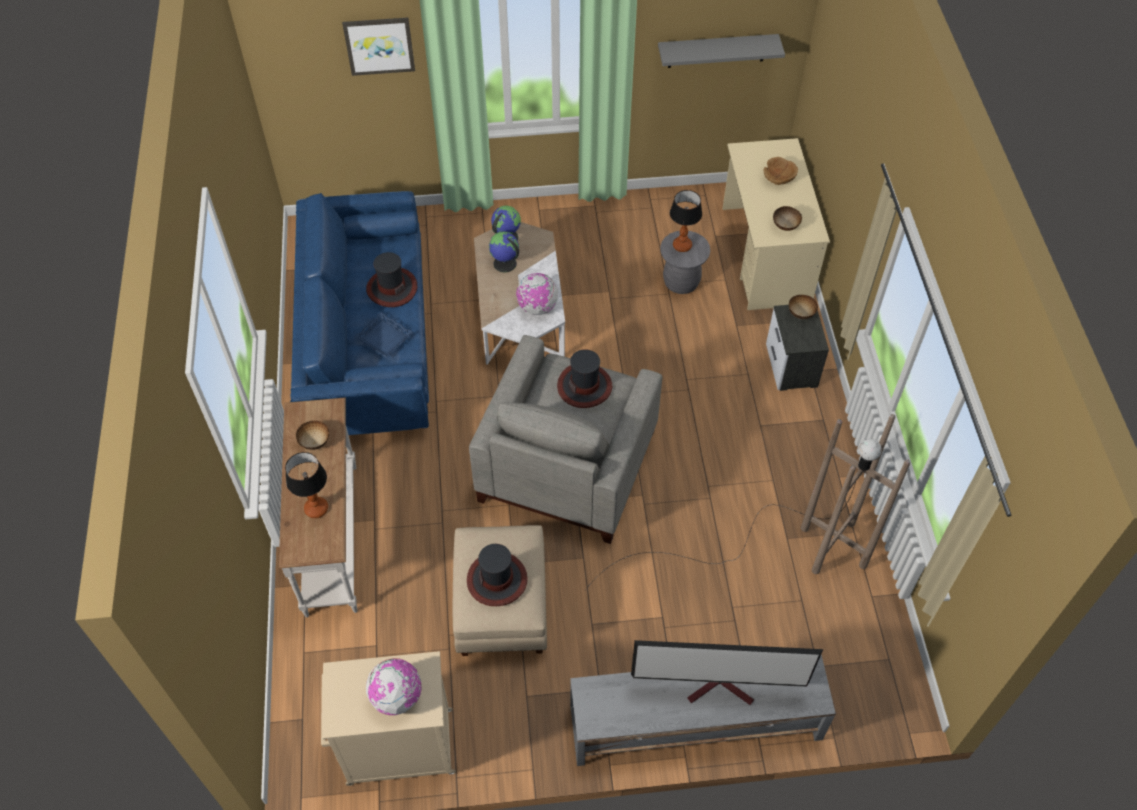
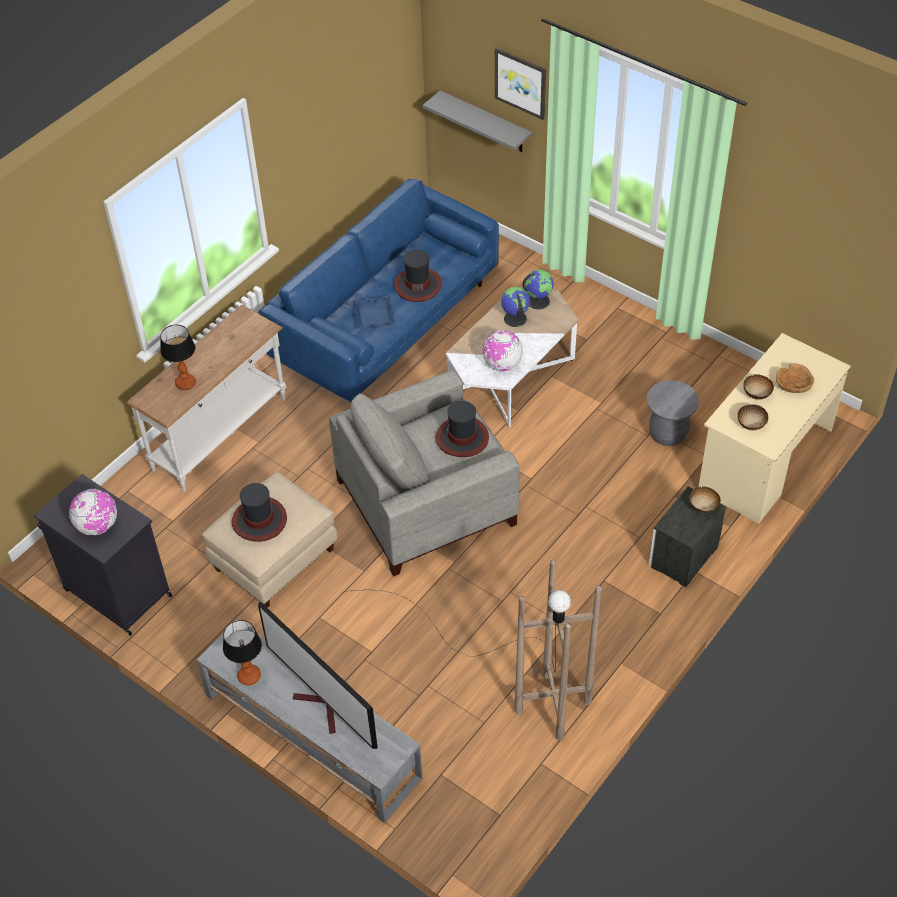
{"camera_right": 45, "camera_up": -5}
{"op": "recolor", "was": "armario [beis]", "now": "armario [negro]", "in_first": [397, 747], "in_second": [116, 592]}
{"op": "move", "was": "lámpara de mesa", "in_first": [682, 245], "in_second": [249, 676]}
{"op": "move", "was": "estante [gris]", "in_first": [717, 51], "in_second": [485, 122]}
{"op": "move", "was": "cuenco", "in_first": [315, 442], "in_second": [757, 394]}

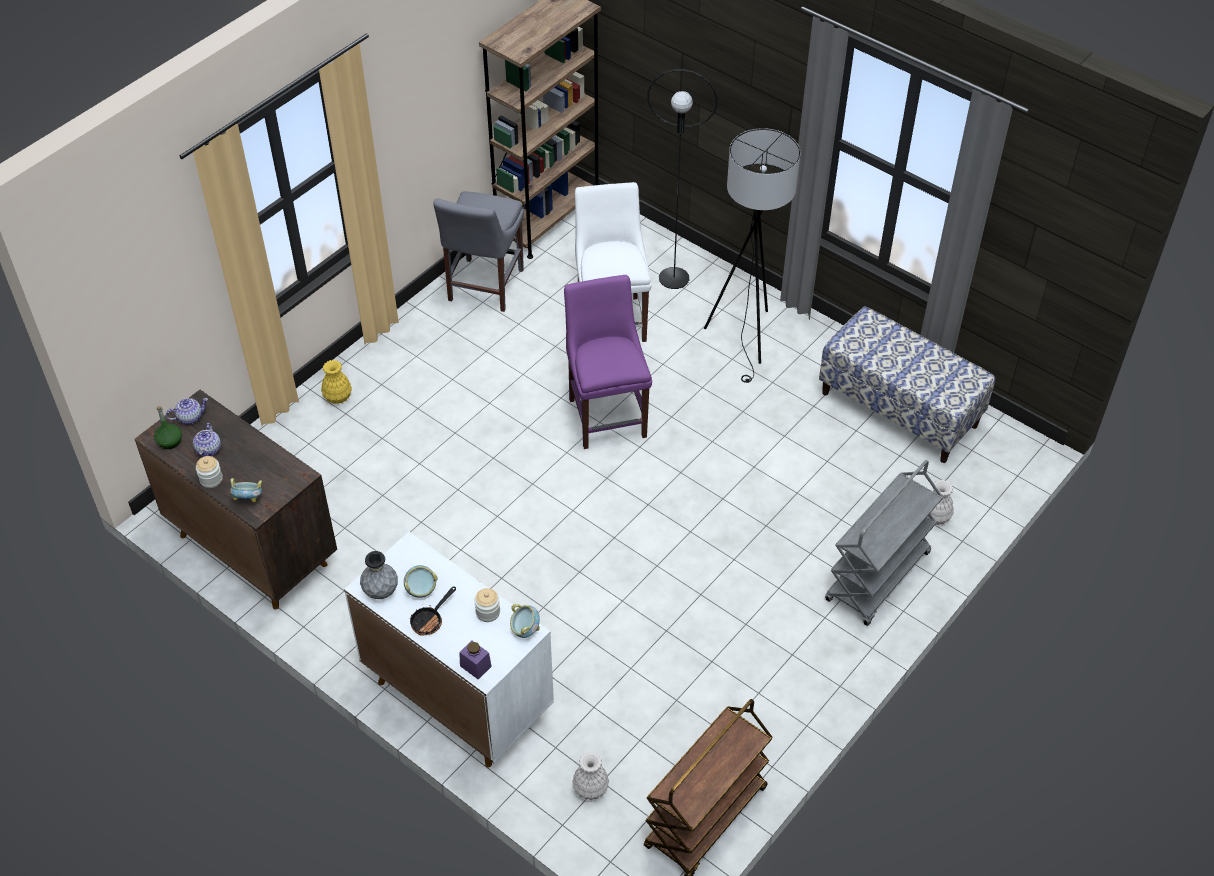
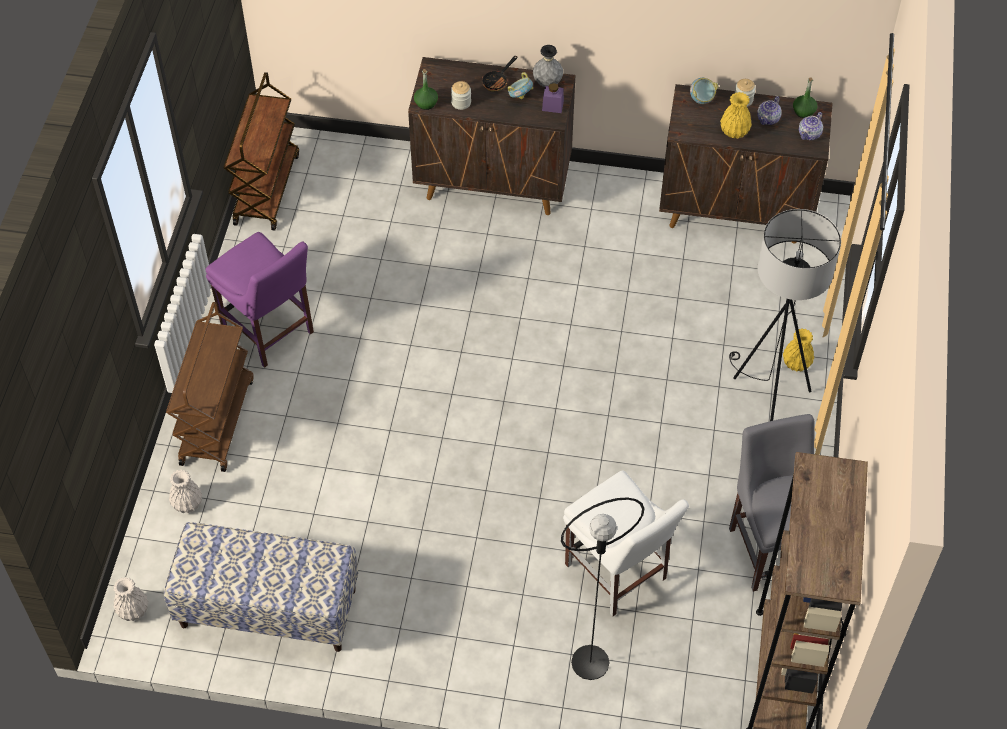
{"camera_right": 150, "camera_up": 5}
{"op": "move", "was": "florero [blanco]", "in_first": [591, 788], "in_second": [132, 610]}
{"op": "recolor", "was": "carrito [gris]", "now": "carrito [marrón]", "in_first": [878, 578], "in_second": [216, 420]}
{"op": "move", "was": "silla [morado]", "in_first": [607, 414], "in_second": [270, 333]}
{"op": "recolor", "was": "armario [blanco]", "now": "armario [marrón]", "in_first": [457, 698], "in_second": [494, 184]}
{"op": "replace", "was": "cuenco", "now": "botella [verde]", "in_first": [525, 630], "in_second": [426, 103]}
{"op": "rotate", "was": "sartén", "in_first": [430, 620], "in_second": [497, 81], "clockwise": -150}
{"op": "move", "was": "tarro [morado]", "in_first": [475, 666], "in_second": [552, 106]}
{"op": "insert", "now": "florero [amarillo]", "in_second": [734, 131]}
{"op": "move", "was": "lámpara de pie [negro]", "in_first": [746, 338], "in_second": [765, 399]}
{"op": "rotate", "was": "tetera", "in_first": [209, 449], "in_second": [768, 119], "clockwise": -120}

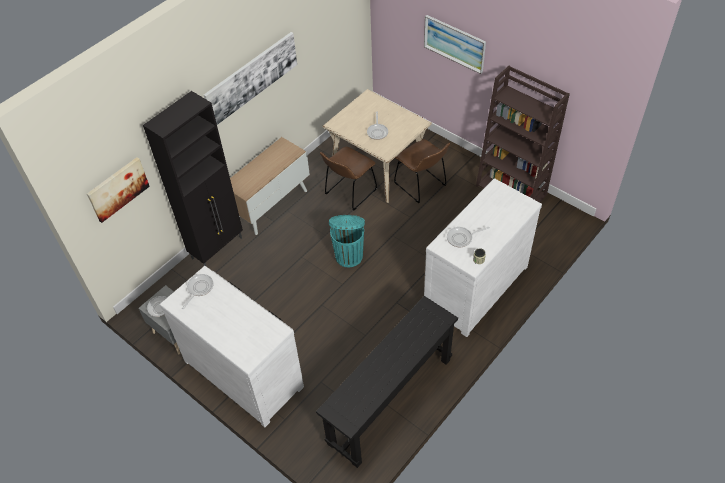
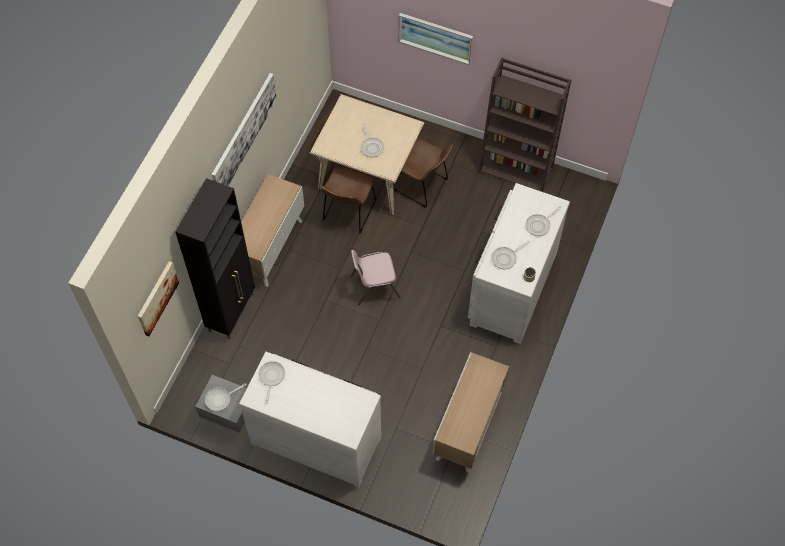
{"camera_right": -20, "camera_up": 10}
{"op": "replace", "was": "papelera [turquesa]", "now": "silla [rosa]", "in_first": [349, 255], "in_second": [374, 286]}
{"op": "replace", "was": "mesa consola [negro]", "now": "armario", "in_first": [390, 400], "in_second": [468, 428]}
{"op": "insert", "now": "sartén", "in_second": [539, 225]}

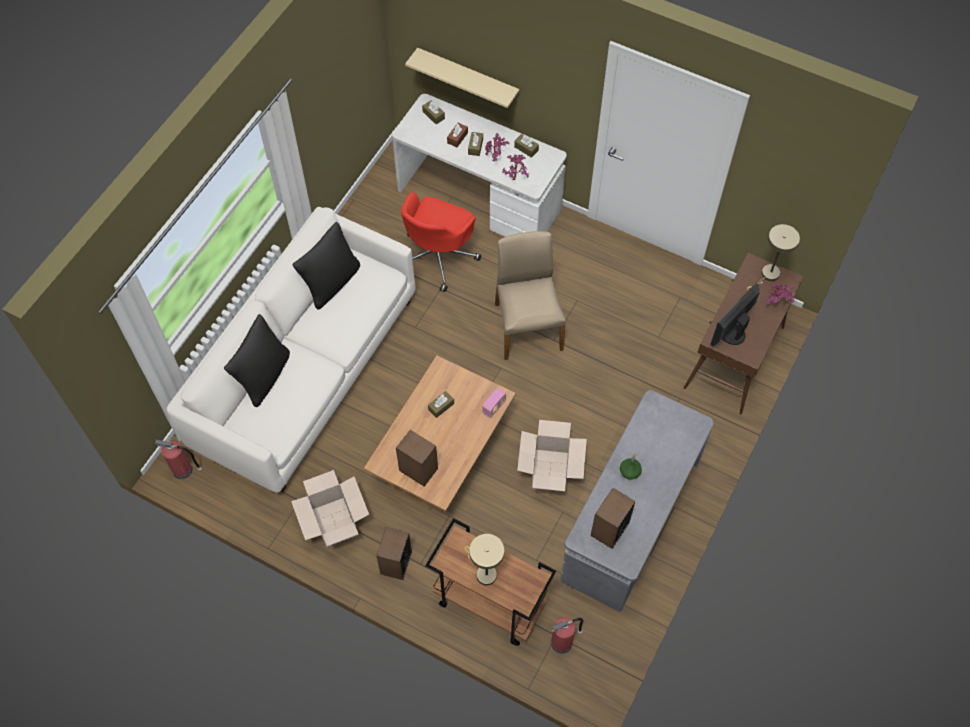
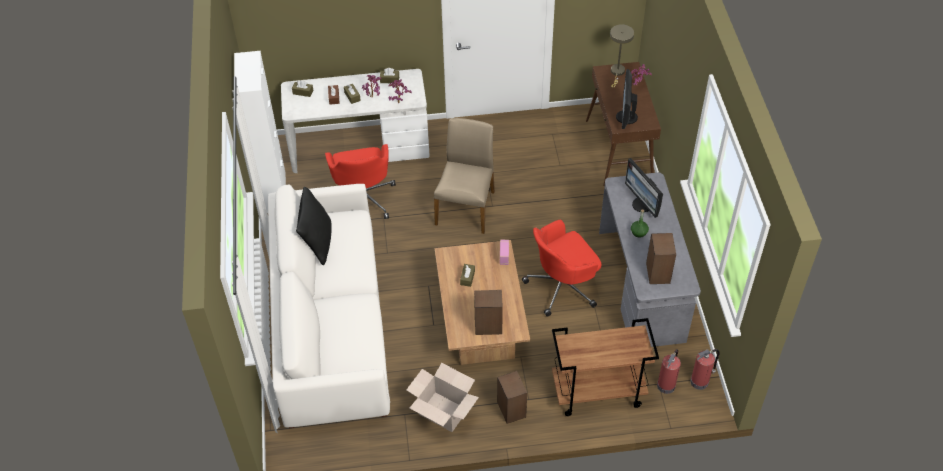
{"camera_right": -35, "camera_up": -10}
{"op": "insert", "now": "armario [blanco]", "in_second": [274, 192]}
{"op": "rotate", "was": "silla [beis]", "in_first": [527, 326], "in_second": [466, 207], "clockwise": 60}
{"op": "replace", "was": "caja de cartón", "now": "silla de oficina [rojo]", "in_first": [549, 470], "in_second": [562, 287]}
{"op": "insert", "now": "monitor", "in_second": [642, 204]}
{"op": "move", "was": "extintor", "in_first": [183, 470], "in_second": [700, 381]}
{"op": "delete", "was": "cojín [negro]", "in_first": [264, 376]}
{"op": "delete", "was": "estante [beis]", "in_first": [468, 78]}
{"op": "delete", "was": "lámpara de mesa [beis]", "in_first": [483, 572]}

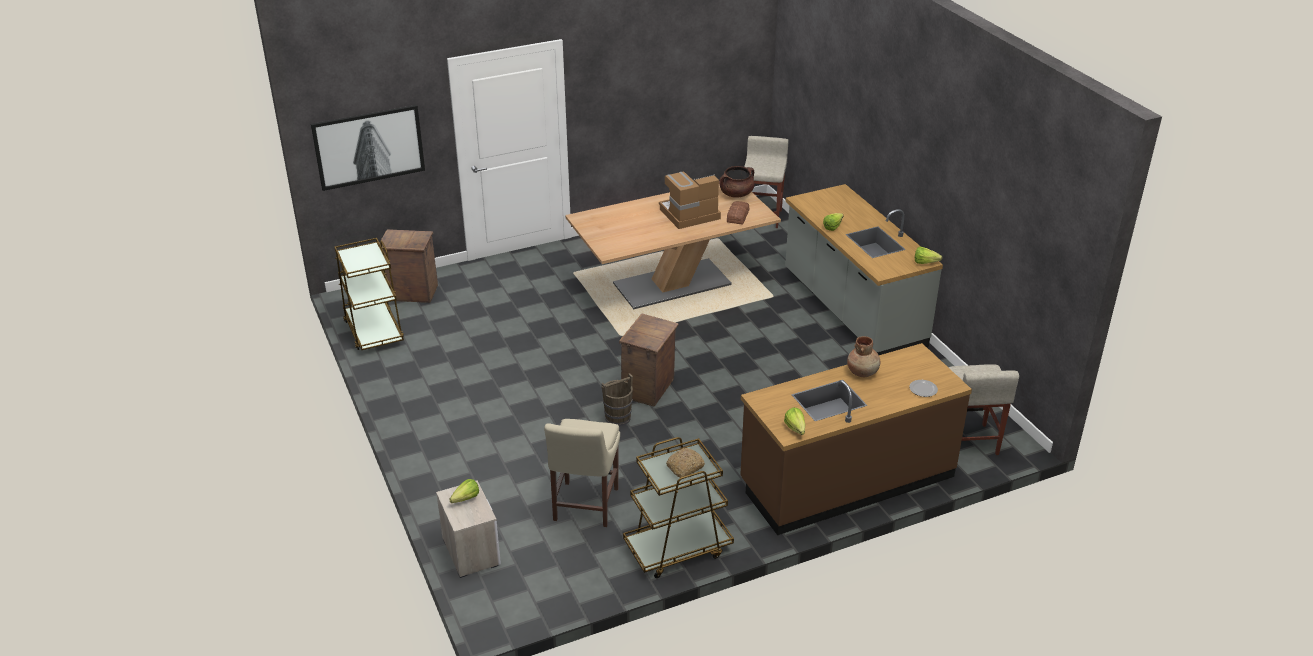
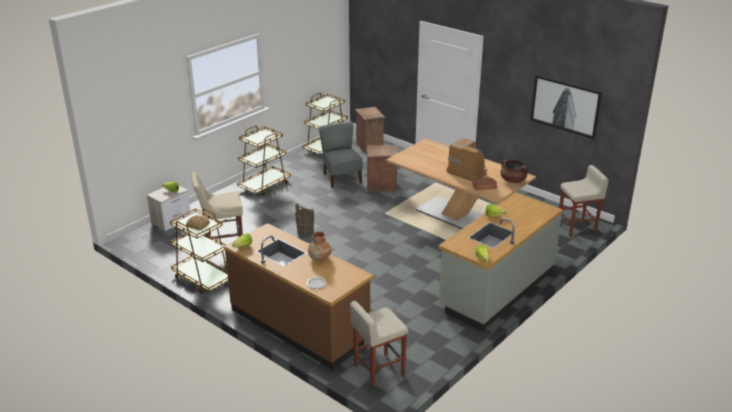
{"camera_right": 65, "camera_up": -5}
{"op": "insert", "now": "carrito [marrón]", "in_second": [264, 185]}
{"op": "insert", "now": "silla [gris]", "in_second": [341, 179]}
{"op": "move", "was": "caja de embalaje", "in_first": [648, 388], "in_second": [381, 187]}
{"op": "move", "was": "cuadro", "in_first": [369, 147], "in_second": [565, 106]}

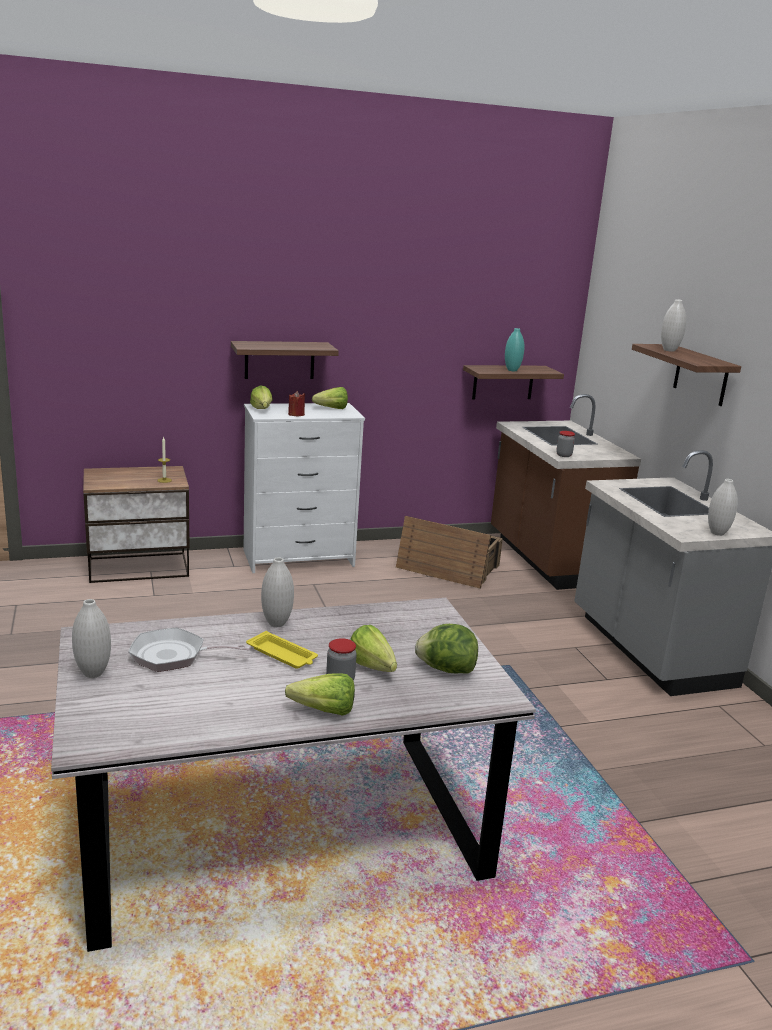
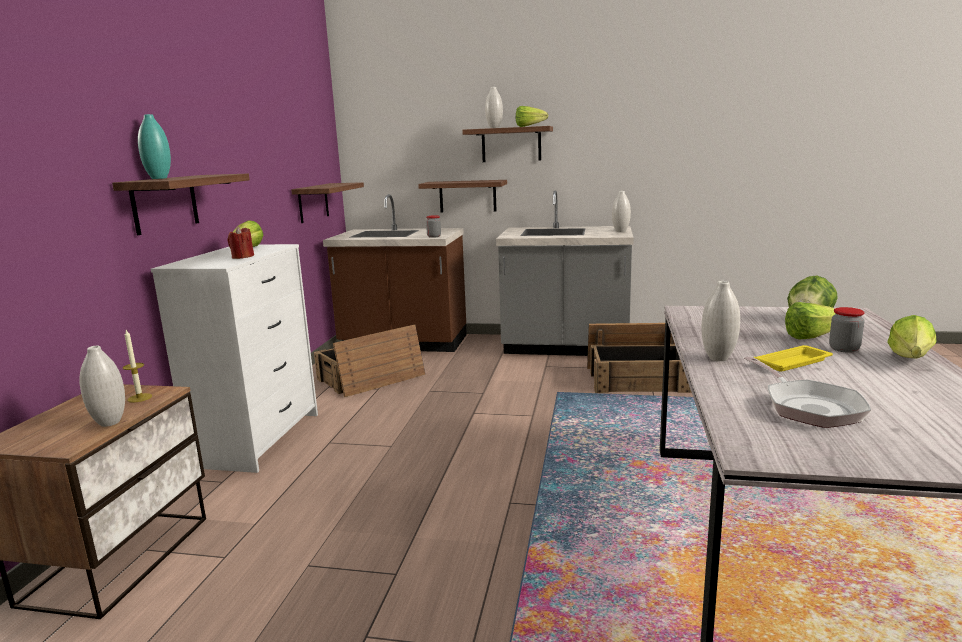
{"camera_right": -60, "camera_up": -5}
{"op": "move", "was": "florero [blanco]", "in_first": [93, 673], "in_second": [110, 423]}
{"op": "move", "was": "florero [turquesa]", "in_first": [512, 370], "in_second": [159, 178]}
{"op": "insert", "now": "estante", "in_second": [467, 196]}
{"op": "move", "was": "lechuga", "in_first": [261, 411], "in_second": [532, 126]}
{"op": "insert", "now": "caja de embalaje", "in_second": [637, 379]}
{"op": "rotate", "was": "sartén", "in_first": [174, 656], "in_second": [808, 407], "clockwise": -45}

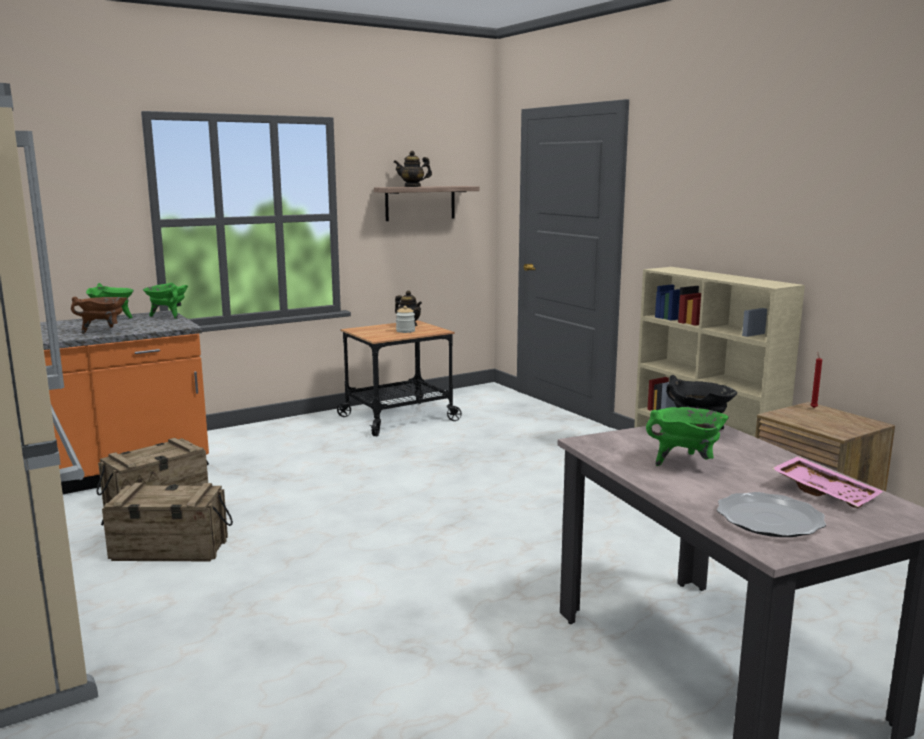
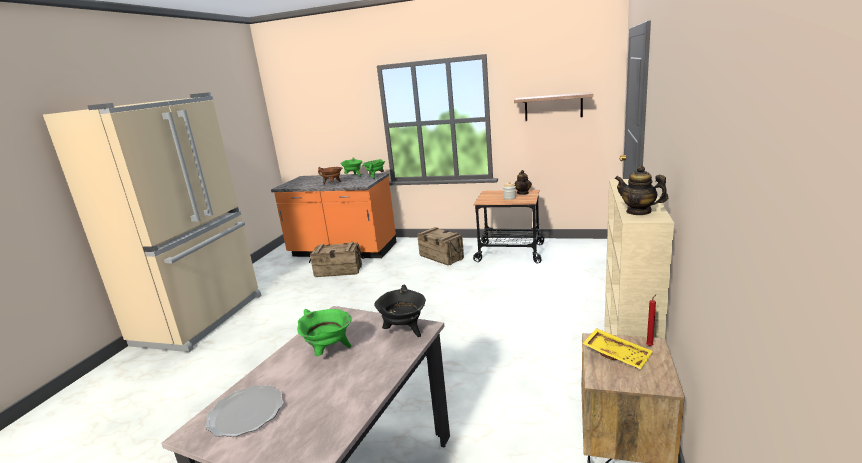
{"camera_right": 50, "camera_up": 5}
{"op": "move", "was": "caja de embalaje", "in_first": [169, 550], "in_second": [441, 257]}
{"op": "insert", "now": "bandeja [amarillo]", "in_second": [617, 354]}
{"op": "move", "was": "tetera", "in_first": [412, 186], "in_second": [638, 211]}
{"op": "delete", "was": "bandeja [rosa]", "in_first": [825, 492]}

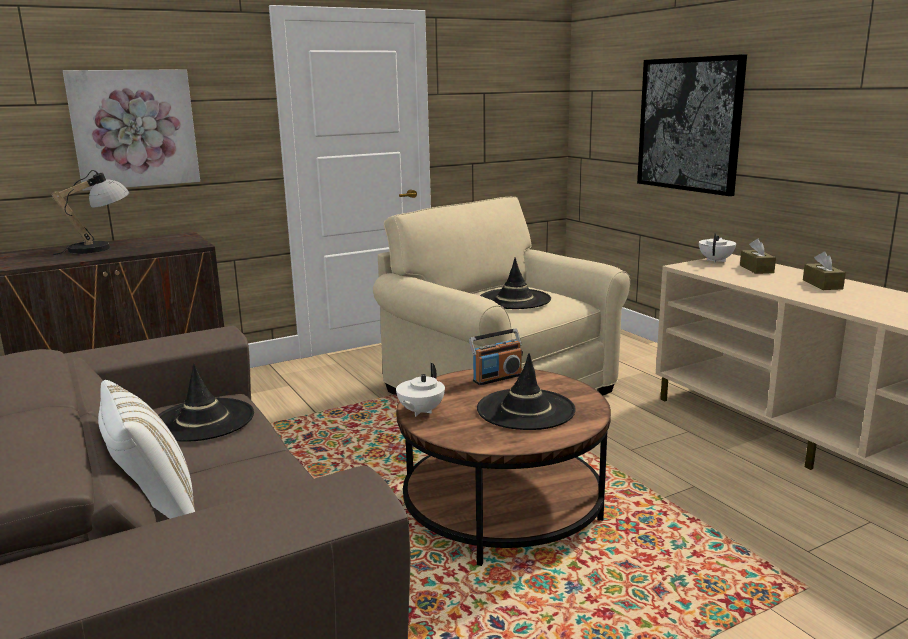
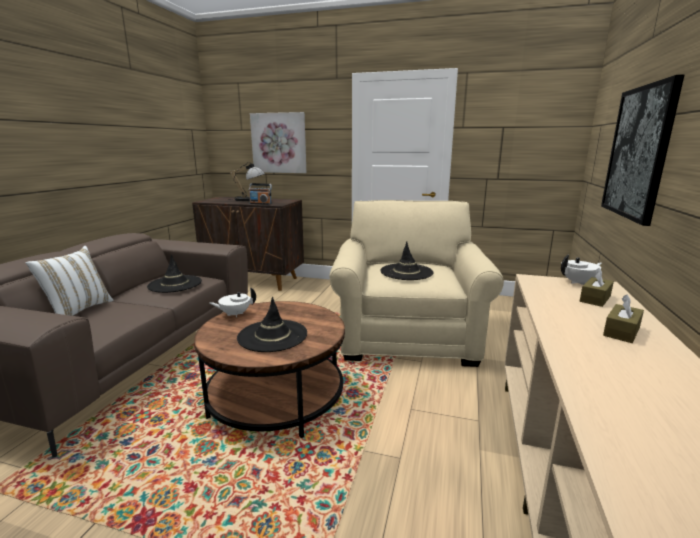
{"camera_right": 45, "camera_up": 0}
{"op": "move", "was": "radio", "in_first": [497, 378], "in_second": [260, 203]}

